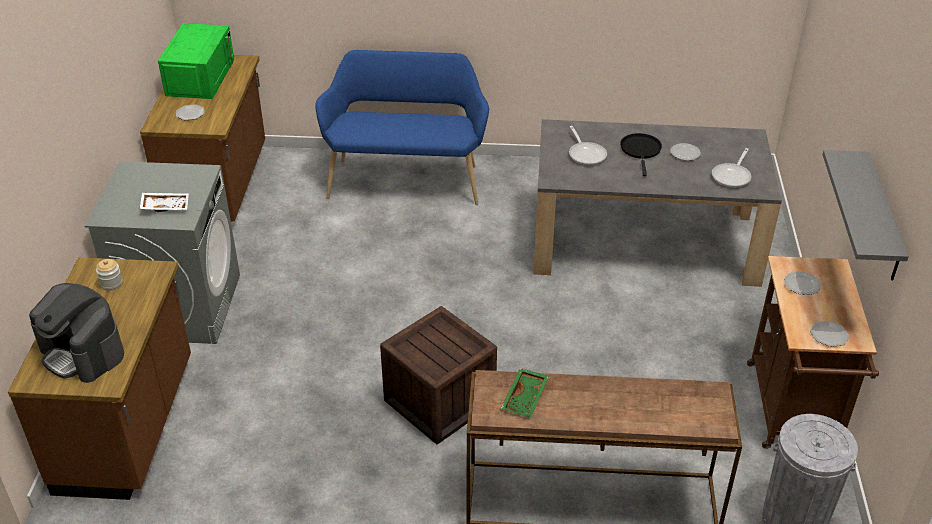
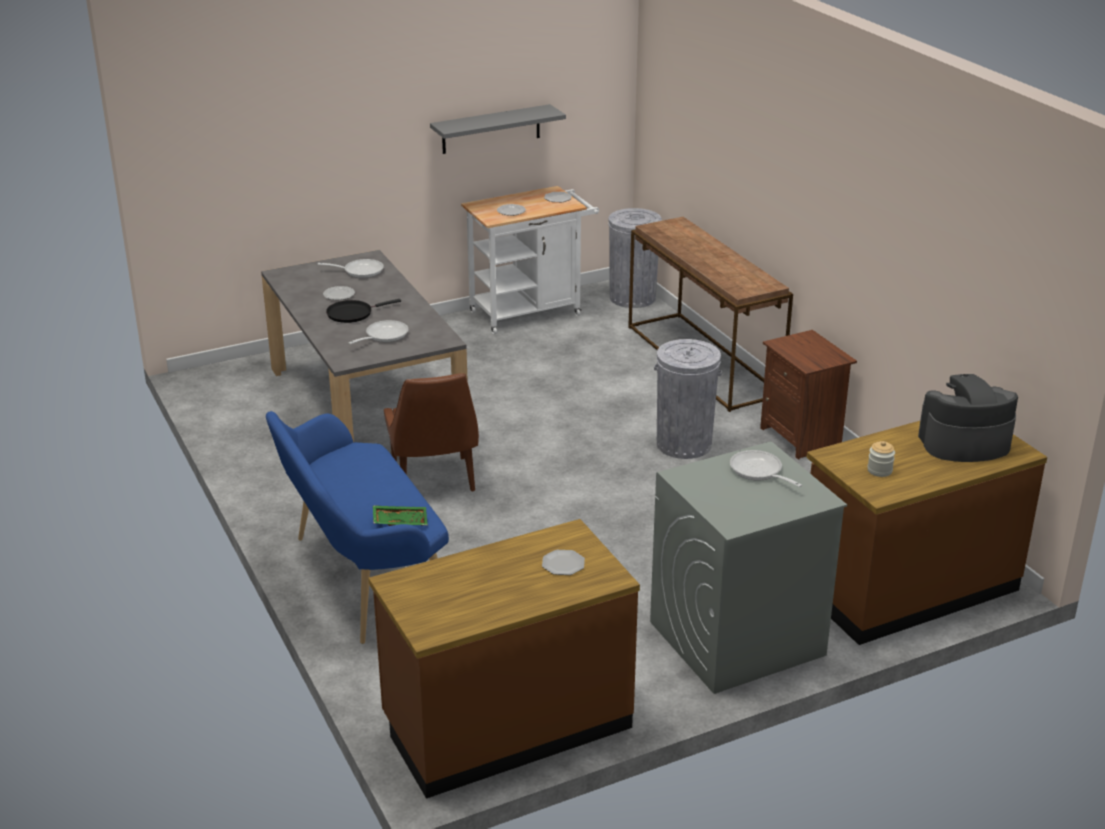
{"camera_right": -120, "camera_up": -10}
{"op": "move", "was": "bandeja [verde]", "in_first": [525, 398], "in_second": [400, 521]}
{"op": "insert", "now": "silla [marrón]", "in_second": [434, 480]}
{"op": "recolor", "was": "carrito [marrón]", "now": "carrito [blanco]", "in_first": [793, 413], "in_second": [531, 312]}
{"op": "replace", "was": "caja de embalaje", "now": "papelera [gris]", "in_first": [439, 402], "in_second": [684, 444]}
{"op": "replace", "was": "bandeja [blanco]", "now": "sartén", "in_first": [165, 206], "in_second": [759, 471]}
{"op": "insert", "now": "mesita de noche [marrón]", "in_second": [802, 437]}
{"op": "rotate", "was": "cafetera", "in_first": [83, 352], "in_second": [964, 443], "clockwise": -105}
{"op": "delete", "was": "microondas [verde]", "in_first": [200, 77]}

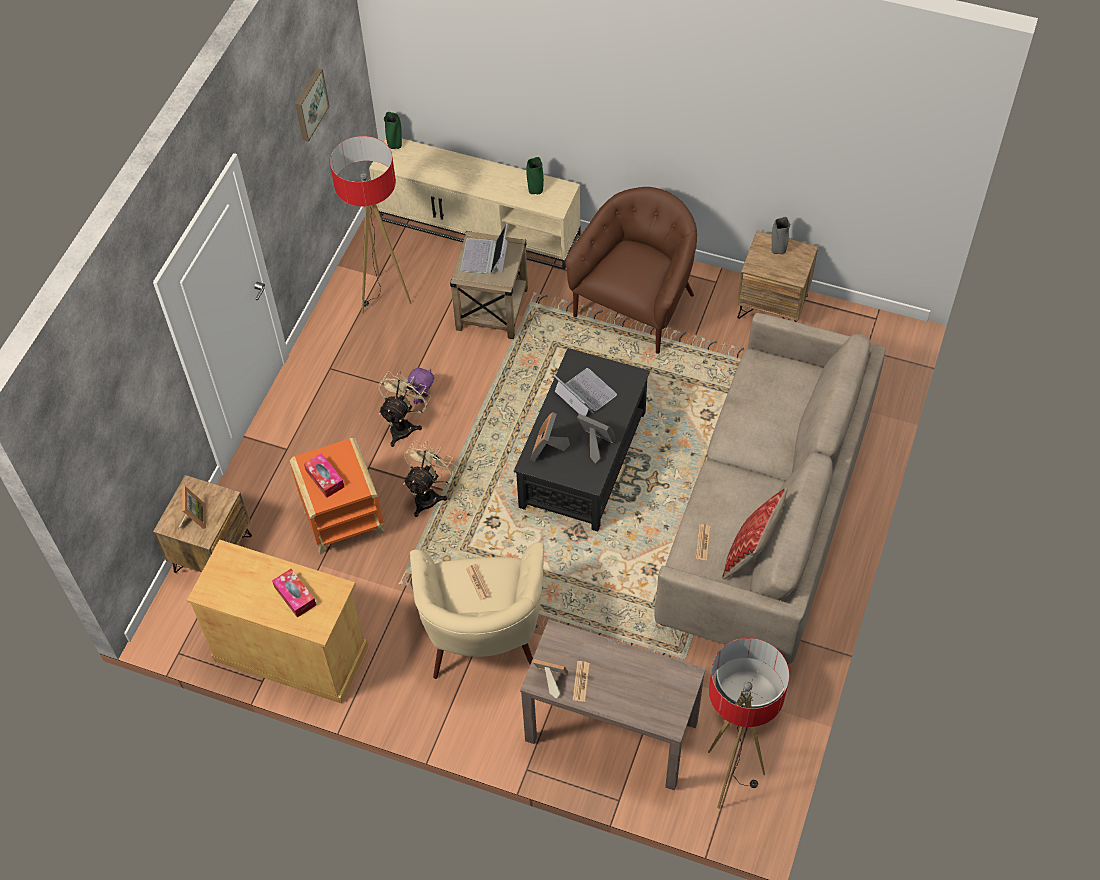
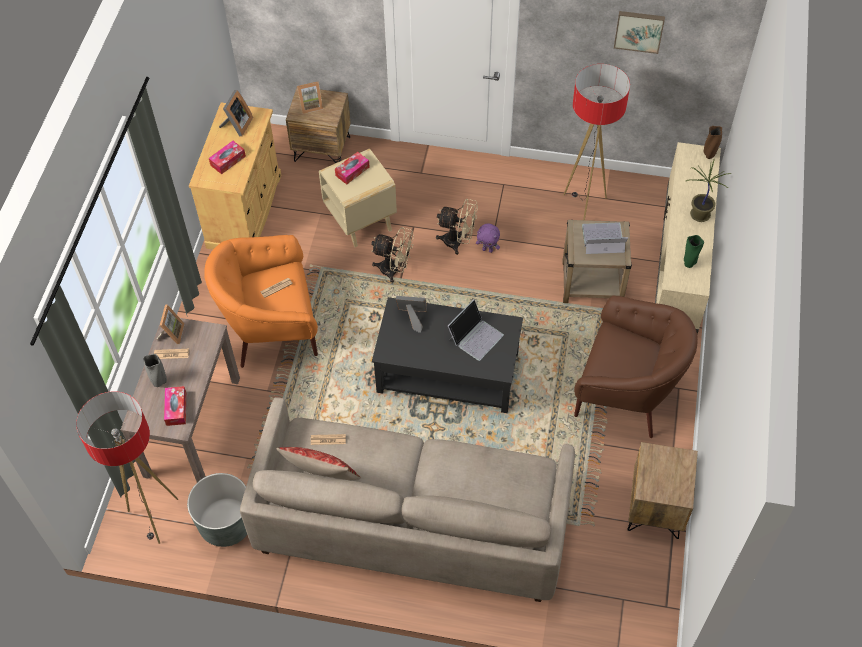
{"camera_right": 80, "camera_up": 0}
{"op": "move", "was": "florero [gris]", "in_first": [778, 250], "in_second": [159, 381]}
{"op": "insert", "now": "caja de pañuelos", "in_second": [176, 409]}
{"op": "recolor", "was": "sillón [beis]", "now": "sillón [naranja]", "in_first": [483, 633], "in_second": [272, 326]}
{"op": "move", "was": "portarretratos", "in_first": [595, 444], "in_second": [237, 125]}
{"op": "recolor", "was": "mesa auxiliar [naranja]", "now": "mesa auxiliar [beis]", "in_first": [345, 521], "in_second": [361, 221]}
{"op": "insert", "now": "planta en maceta", "in_second": [699, 215]}
{"op": "recolor", "was": "florero [verde]", "now": "florero [marrón]", "in_first": [395, 145], "in_second": [709, 155]}

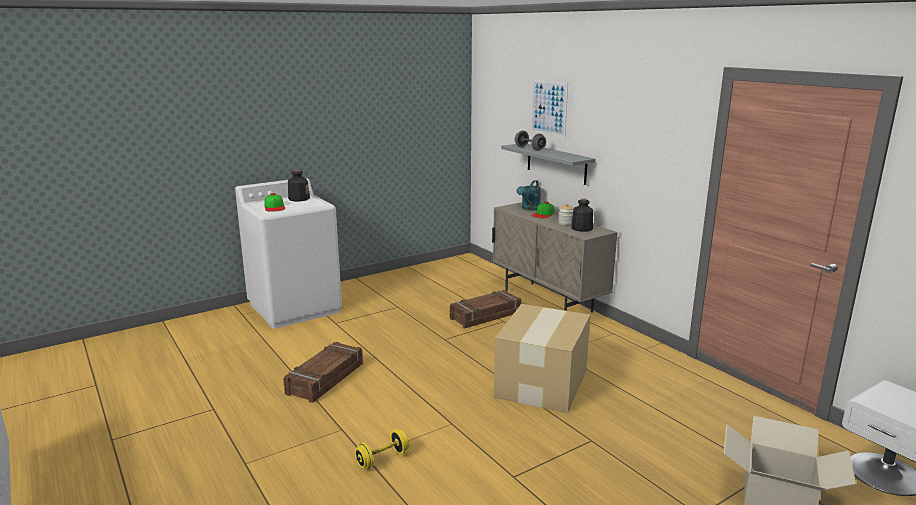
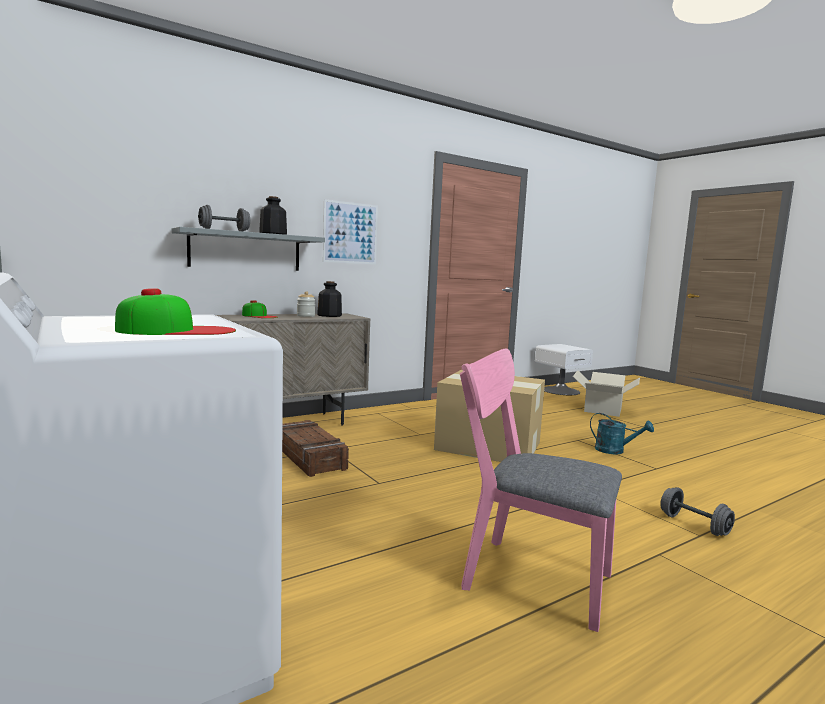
{"camera_right": -90, "camera_up": -10}
{"op": "move", "was": "botella", "in_first": [298, 199], "in_second": [273, 234]}
{"op": "move", "was": "cuadro", "in_first": [548, 107], "in_second": [350, 233]}
{"op": "replace", "was": "caja de embalaje", "now": "silla [rosa]", "in_first": [326, 379], "in_second": [525, 576]}
{"op": "move", "was": "regadera [turquesa]", "in_first": [529, 208], "in_second": [615, 451]}
{"op": "recolor", "was": "mancuerna [amarillo]", "now": "mancuerna [gris]", "in_first": [382, 459], "in_second": [694, 525]}

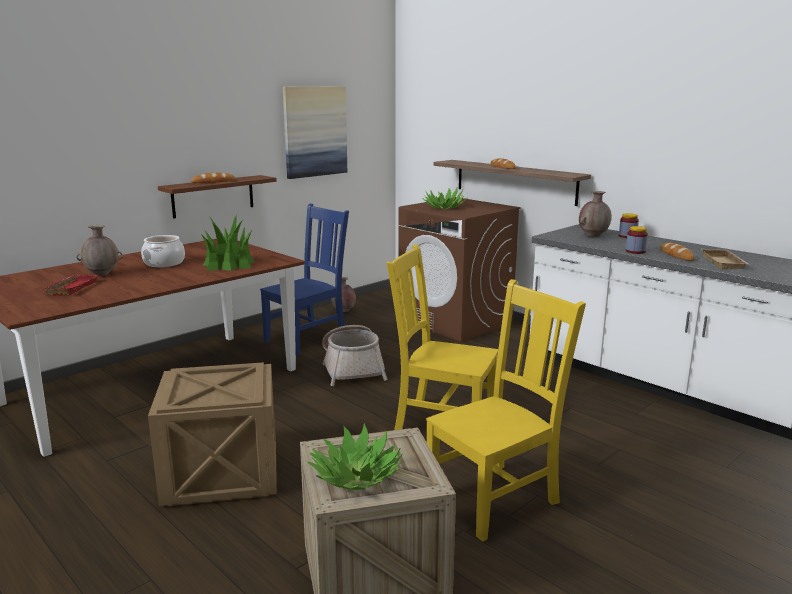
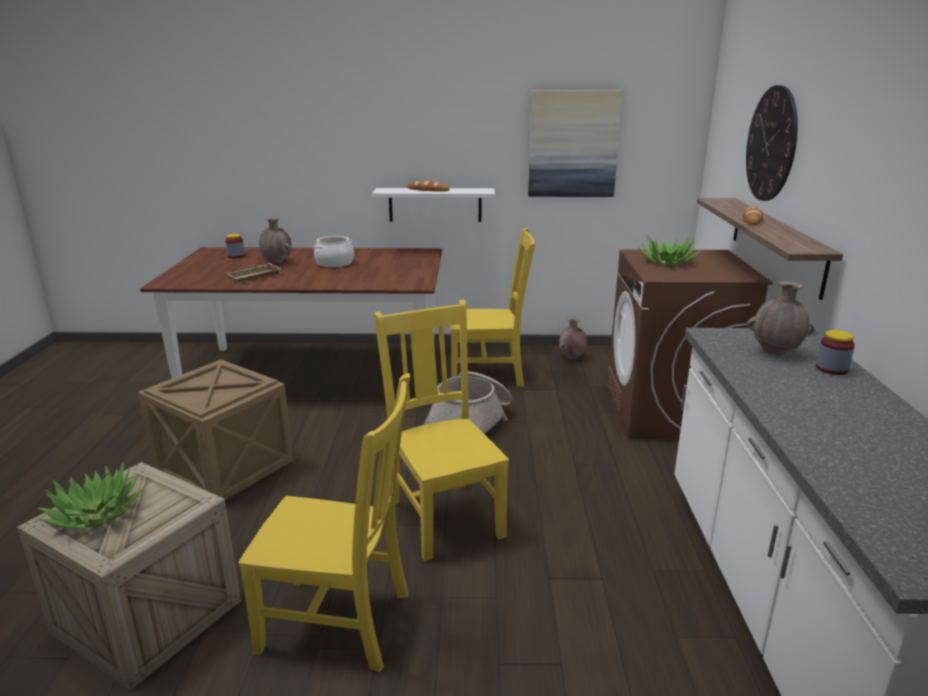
{"camera_right": 45, "camera_up": 5}
{"op": "move", "was": "tarro", "in_first": [635, 251], "in_second": [236, 256]}
{"op": "move", "was": "bandeja [beis]", "in_first": [725, 263], "in_second": [254, 277]}
{"op": "recolor", "was": "estante [marrón]", "now": "estante [blanco]", "in_first": [213, 196], "in_second": [435, 204]}
{"op": "recolor", "was": "silla [azul]", "now": "silla [amarillo]", "in_first": [308, 338], "in_second": [489, 374]}
{"op": "insert", "now": "reloj de pared", "in_second": [771, 144]}
{"op": "delete", "was": "bandeja [rojo]", "in_first": [70, 288]}
{"op": "delete", "was": "planta en maceta", "in_first": [229, 263]}
{"op": "delete", "was": "pan", "in_first": [676, 255]}

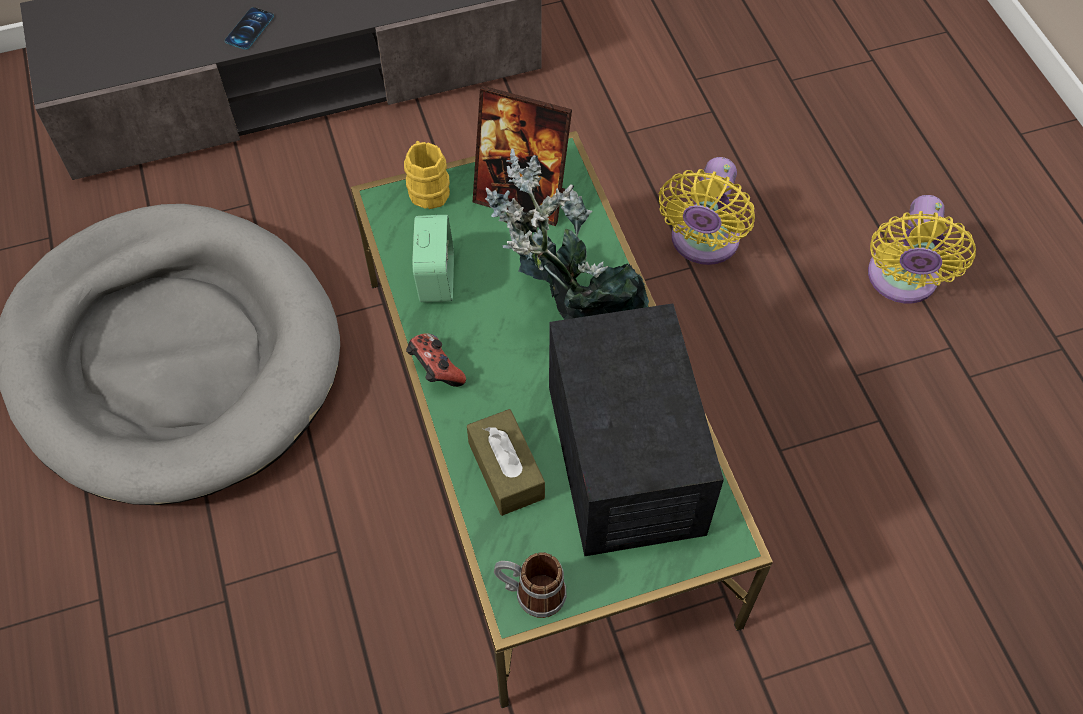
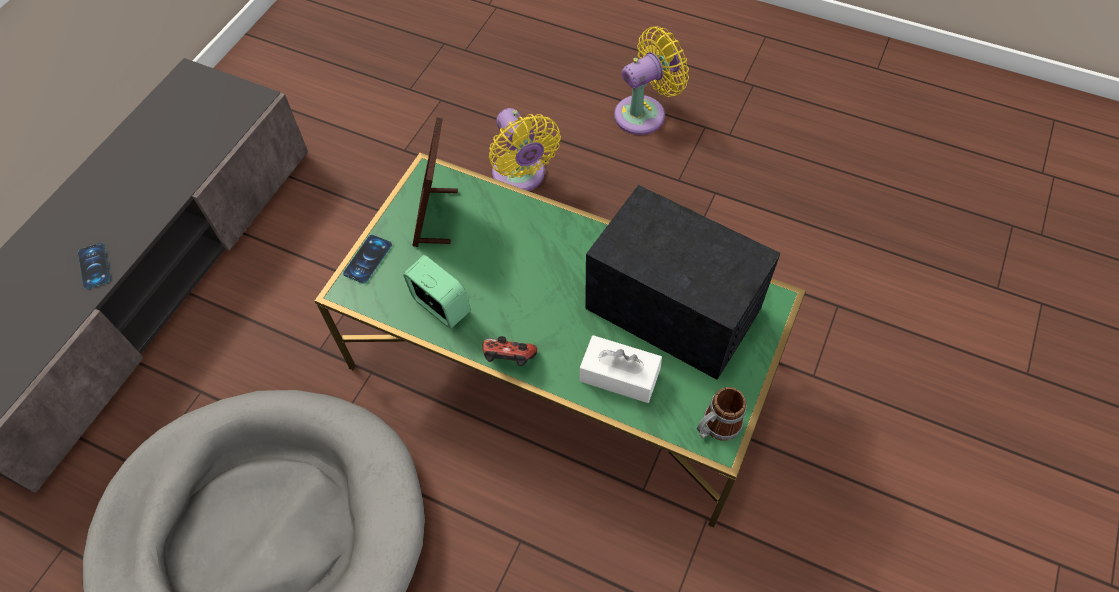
{"camera_right": -45, "camera_up": 0}
{"op": "replace", "was": "taza grande [amarillo]", "now": "móvil", "in_first": [427, 188], "in_second": [368, 259]}
{"op": "rotate", "was": "portarretratos", "in_first": [521, 198], "in_second": [435, 217], "clockwise": 120}
{"op": "recolor", "was": "caja de pañuelos [marrón]", "now": "caja de pañuelos [blanco]", "in_first": [506, 470], "in_second": [619, 376]}
{"op": "rotate", "was": "ventilador [amarillo]", "in_first": [901, 281], "in_second": [644, 113], "clockwise": -90}
{"op": "delete", "was": "planta en maceta", "in_first": [568, 315]}

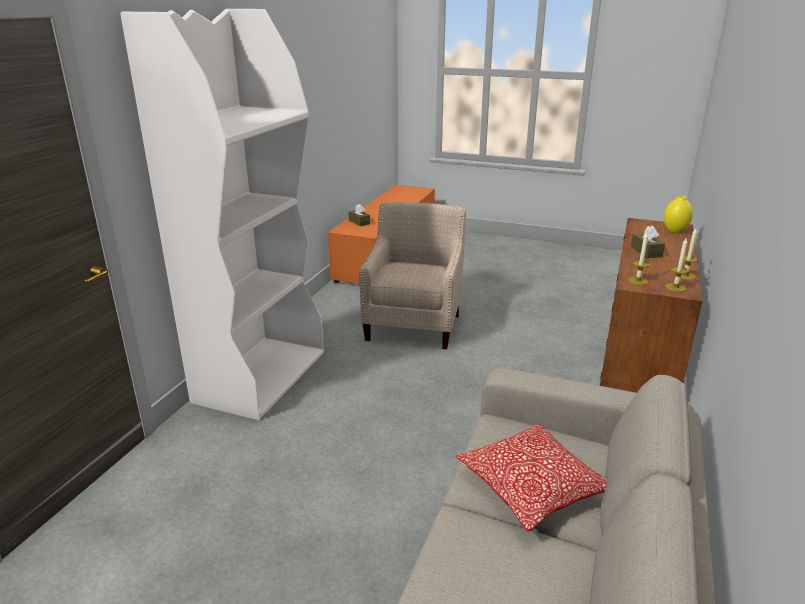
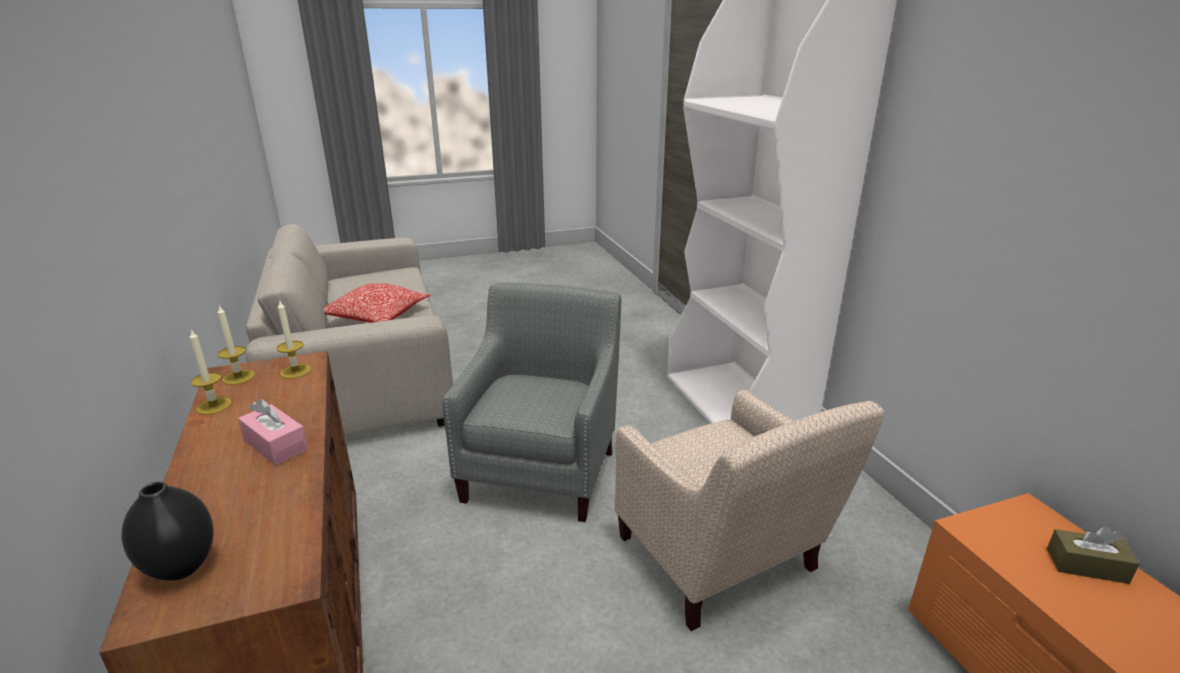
{"camera_right": 140, "camera_up": 0}
{"op": "recolor", "was": "florero [amarillo]", "now": "florero [negro]", "in_first": [675, 231], "in_second": [182, 569]}
{"op": "recolor", "was": "caja de pañuelos [marrón]", "now": "caja de pañuelos [rosa]", "in_first": [646, 251], "in_second": [276, 445]}
{"op": "insert", "now": "sillón [gris]", "in_second": [543, 468]}

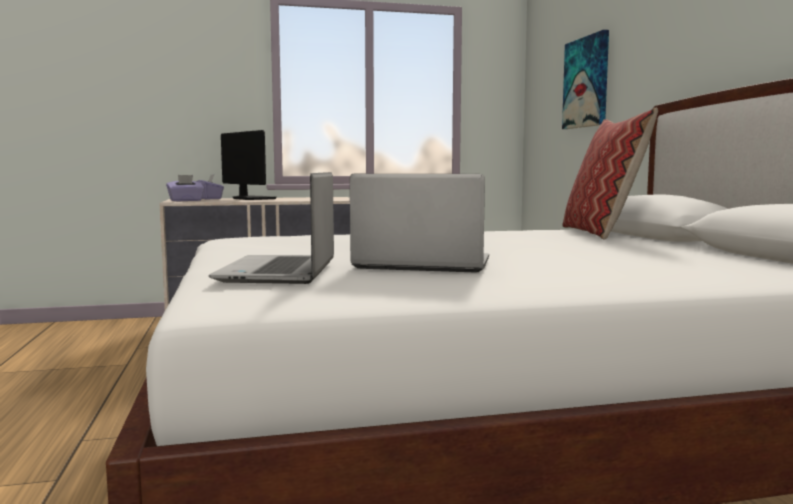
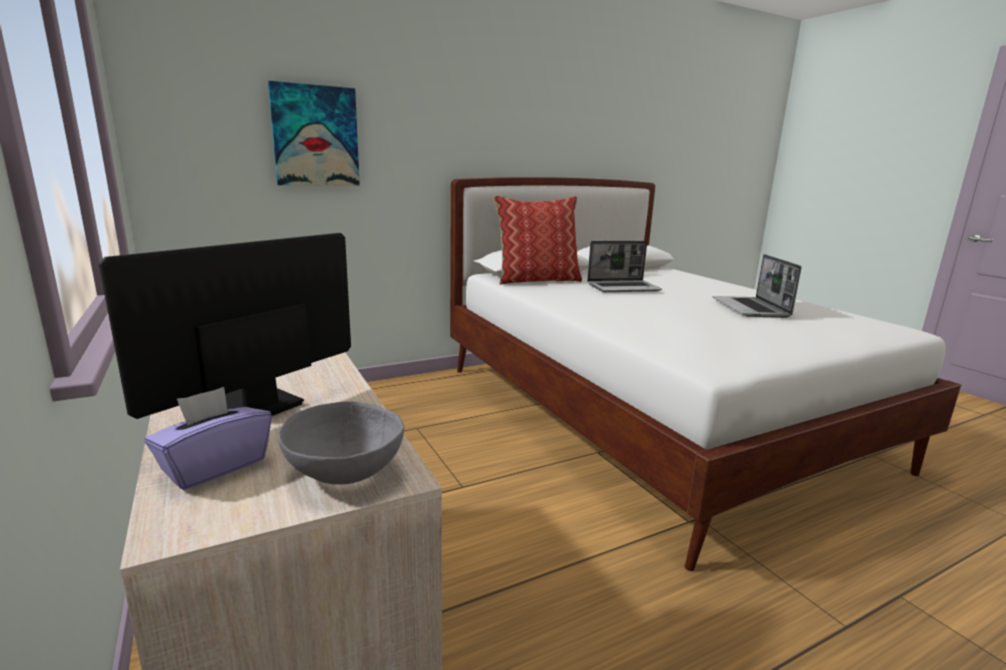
{"camera_right": -105, "camera_up": 10}
{"op": "replace", "was": "caja de pañuelos [morado]", "now": "cuenco [gris]", "in_first": [186, 201], "in_second": [343, 471]}
{"op": "move", "was": "portátil", "in_first": [280, 272], "in_second": [623, 288]}

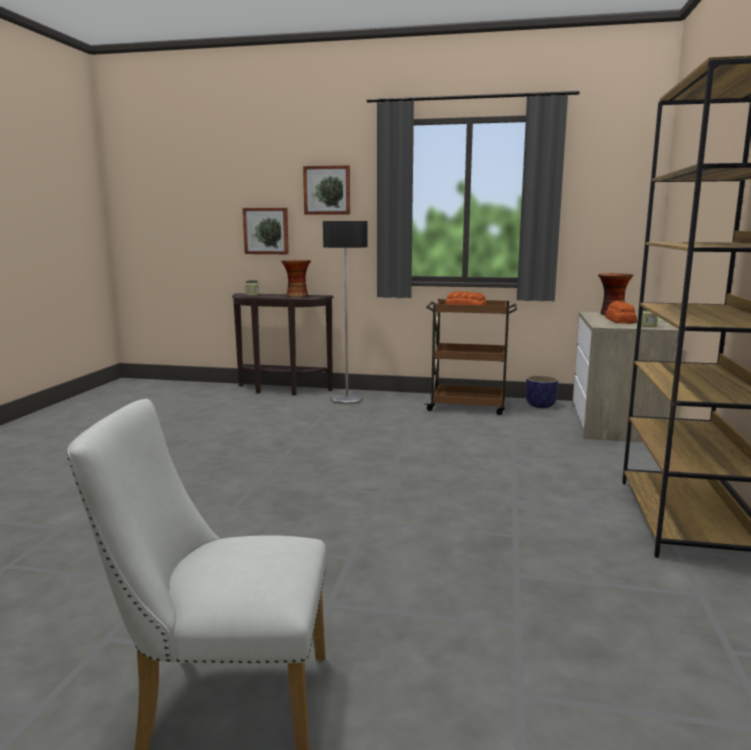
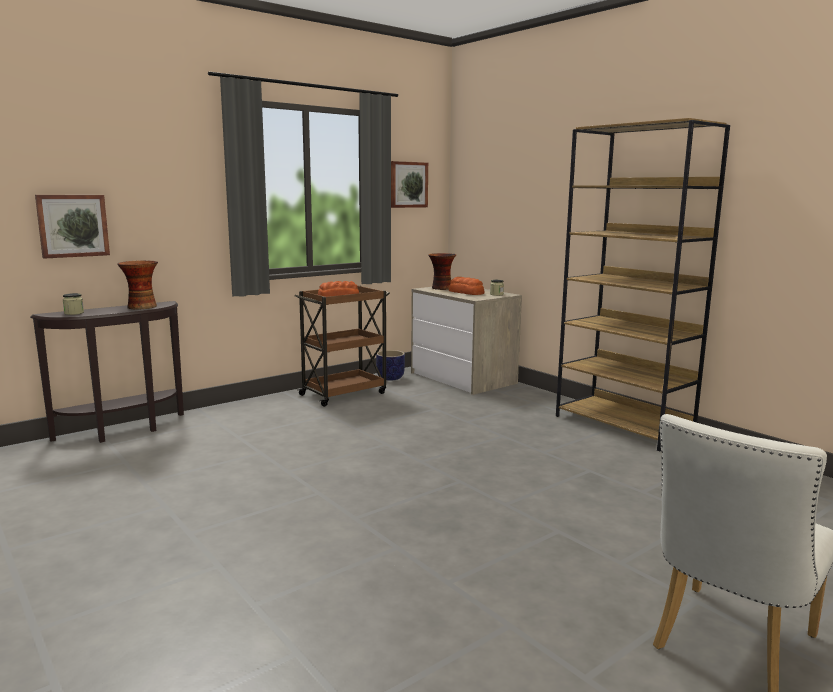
{"camera_right": -50, "camera_up": 0}
{"op": "move", "was": "cuadro", "in_first": [327, 190], "in_second": [408, 184]}
{"op": "delete", "was": "lámpara de pie", "in_first": [347, 399]}

